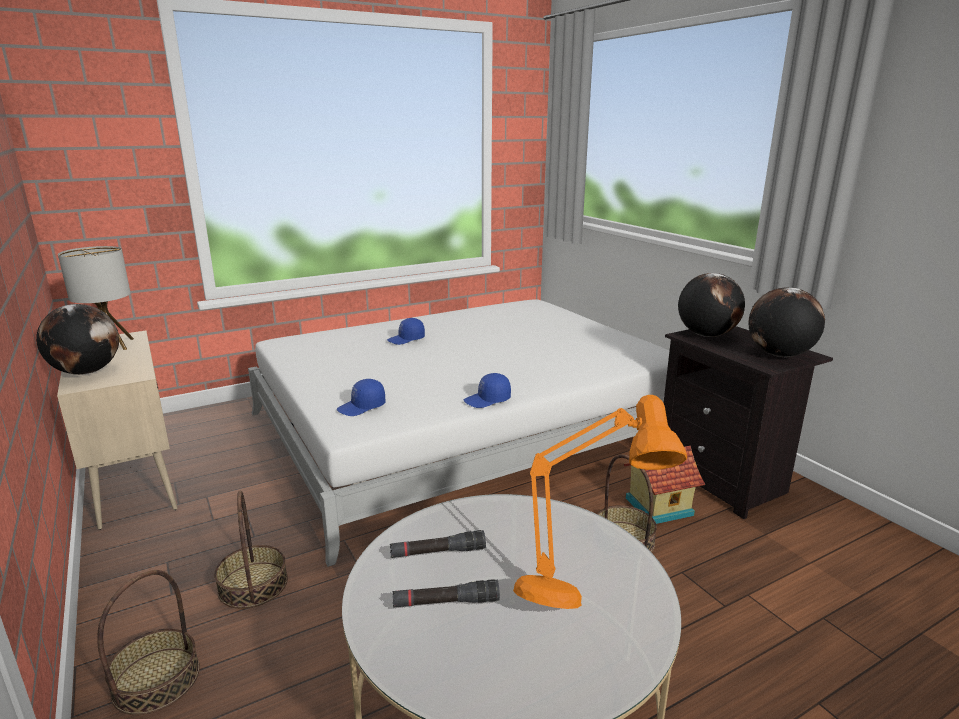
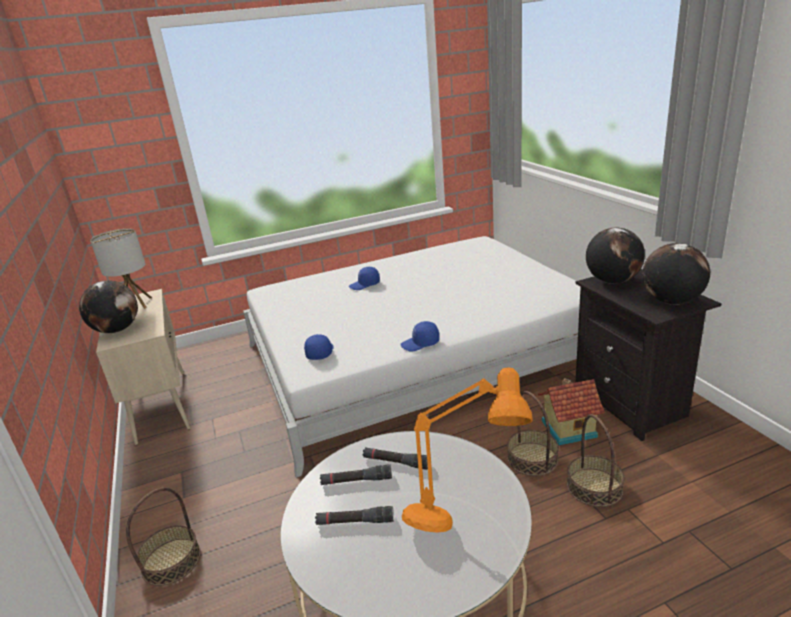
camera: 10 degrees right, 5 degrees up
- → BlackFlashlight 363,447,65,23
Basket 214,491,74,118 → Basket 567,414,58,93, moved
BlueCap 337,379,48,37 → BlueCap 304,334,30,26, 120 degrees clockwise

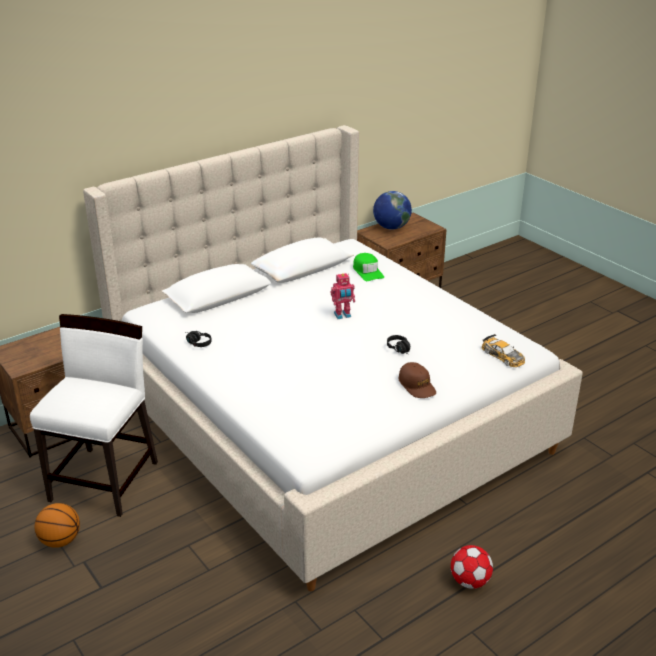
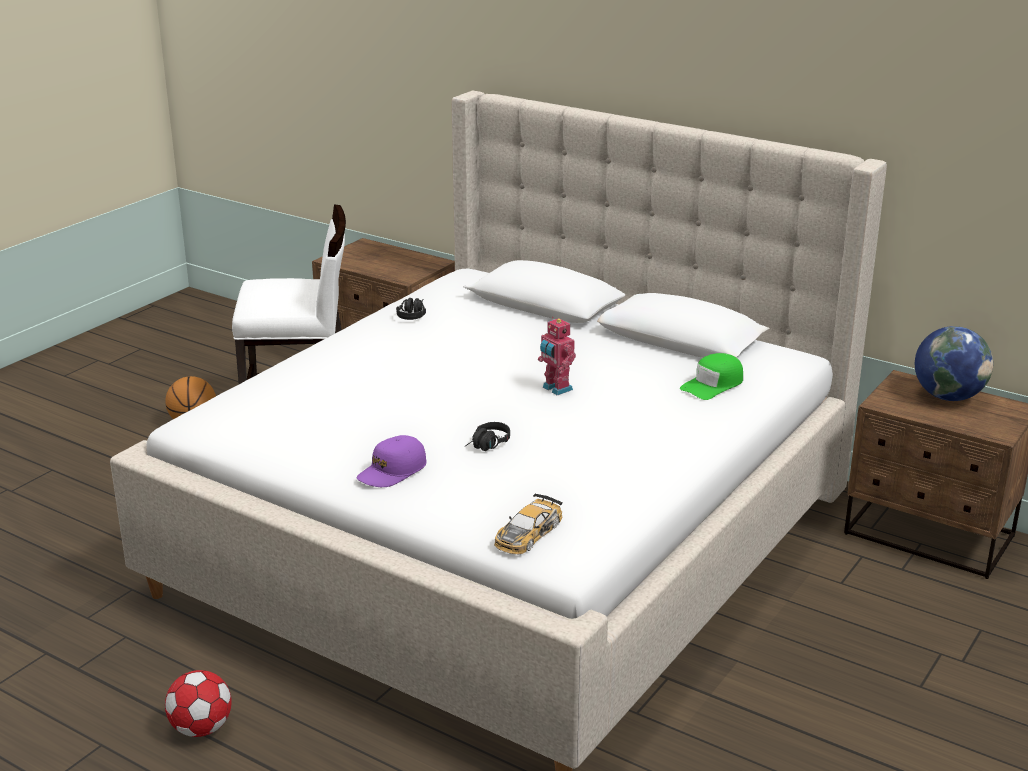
camera: 70 degrees right, 5 degrees down
BrownCap 398,362,38,36 → PurpleCap 356,435,71,52

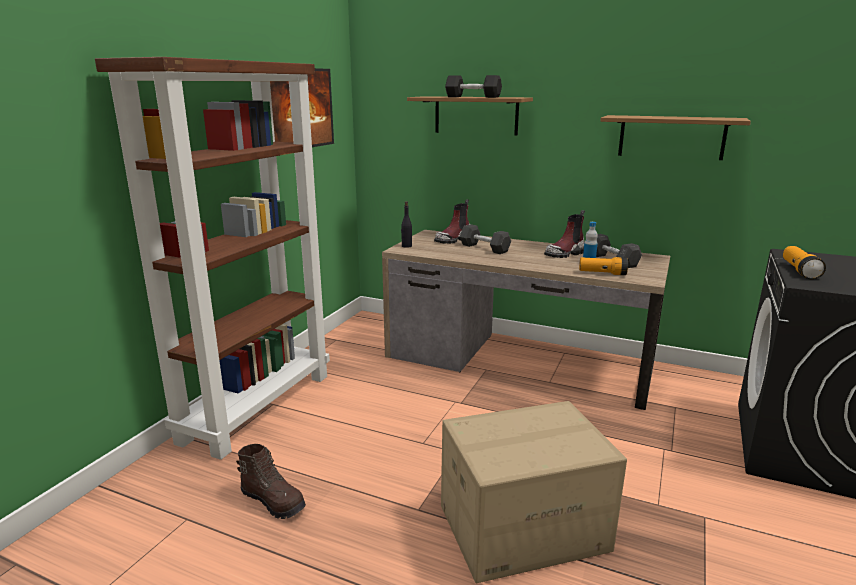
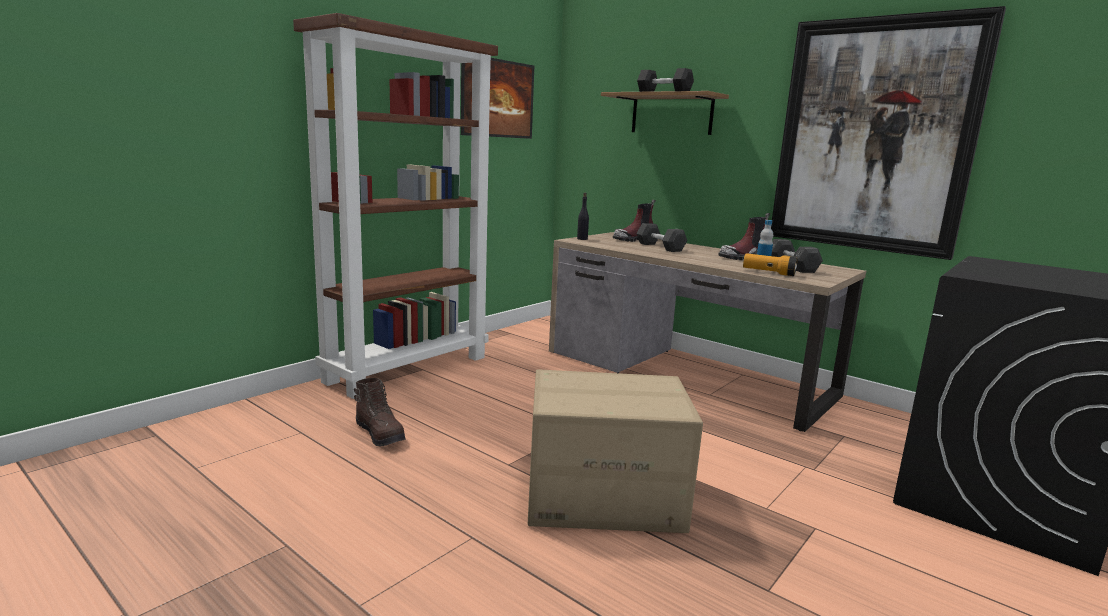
camera: 15 degrees right, 5 degrees down
Flashlight 783,246,43,33 → -
Shelf 600,115,151,45 → Picture 771,6,235,254

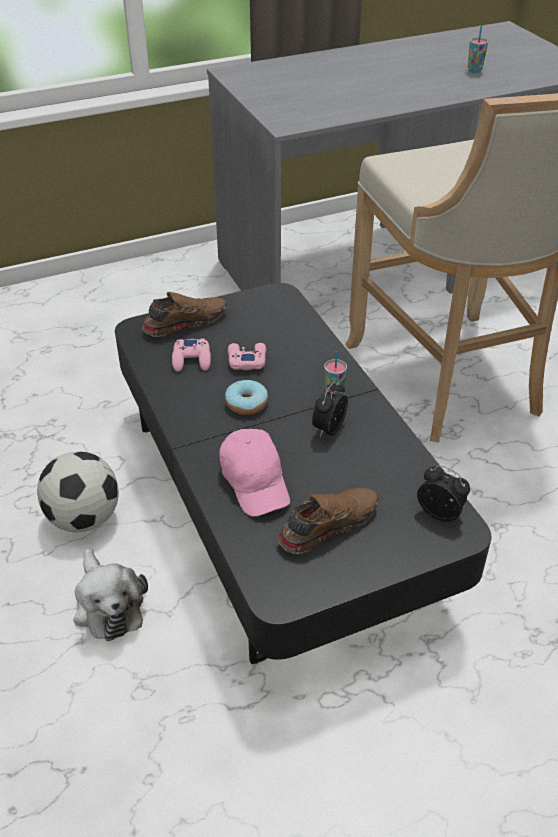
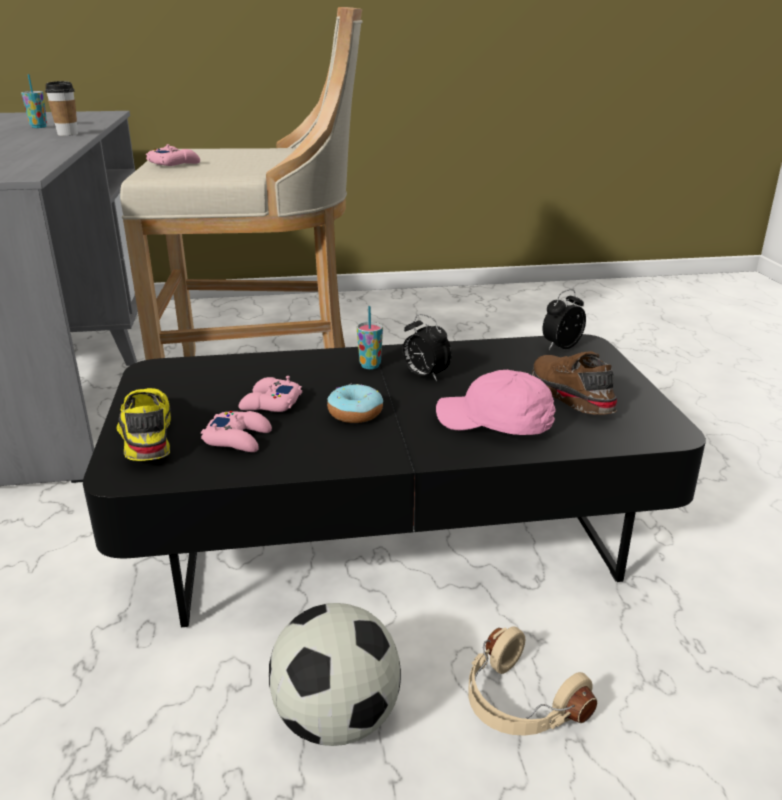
camera: 75 degrees left, 15 degrees down
- → Cup 45,81,33,55
- → PinkGameController 146,144,54,22
PlushToy 74,548,74,93 → BeigeHeadphones 468,626,129,110
BrownShoe 142,292,85,45 → YellowShoe 116,388,55,73
PinkCap 219,429,71,87 → PinkCap 436,370,120,65, 150 degrees counterclockwise

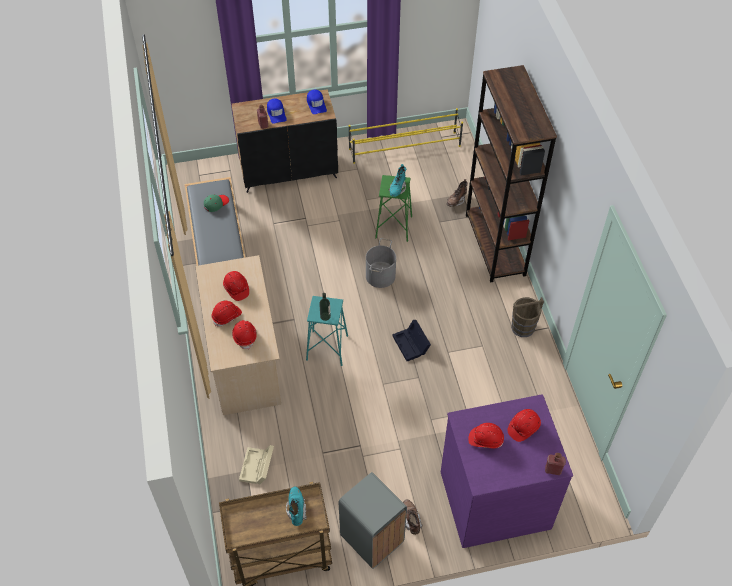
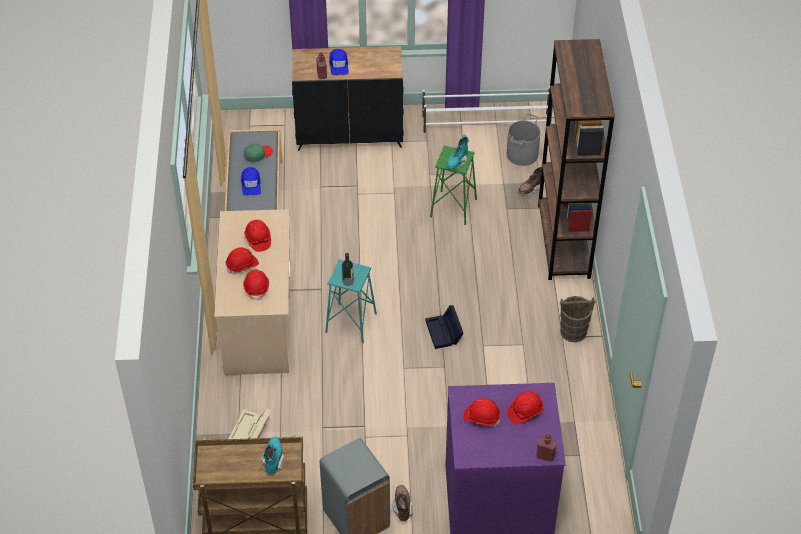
camera: 10 degrees right, 5 degrees down
BlueCap 307,90,20,24 → BlueCap 241,167,20,29, moved
GreyBucket 366,238,30,50 → GreyBucket 507,113,33,53, moved
YellowShoeRack 349,108,114,56 → WhiteShoeRack 422,86,131,49

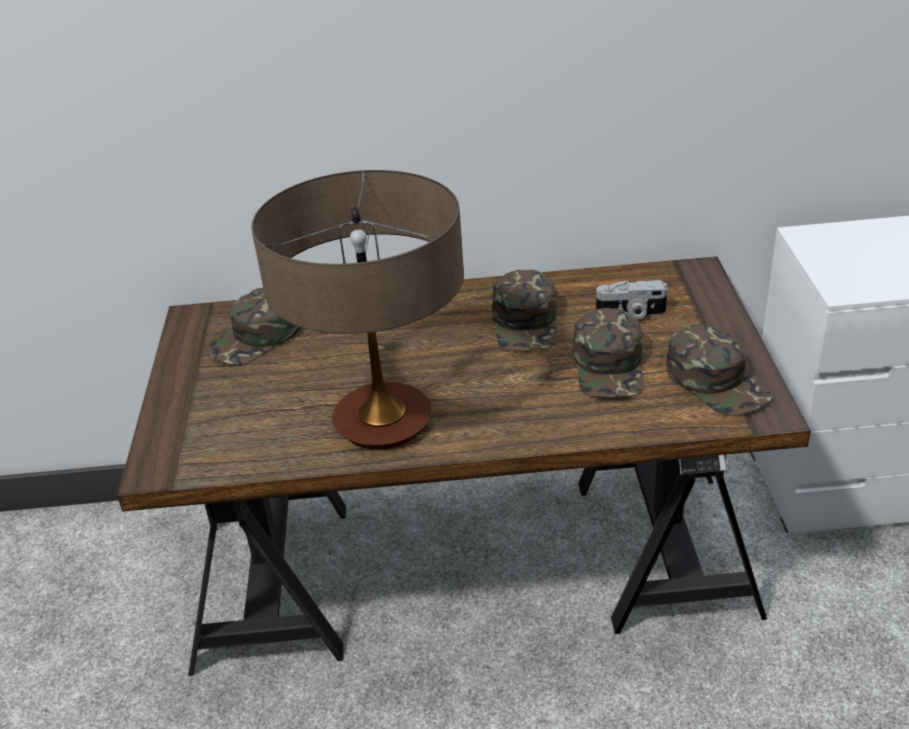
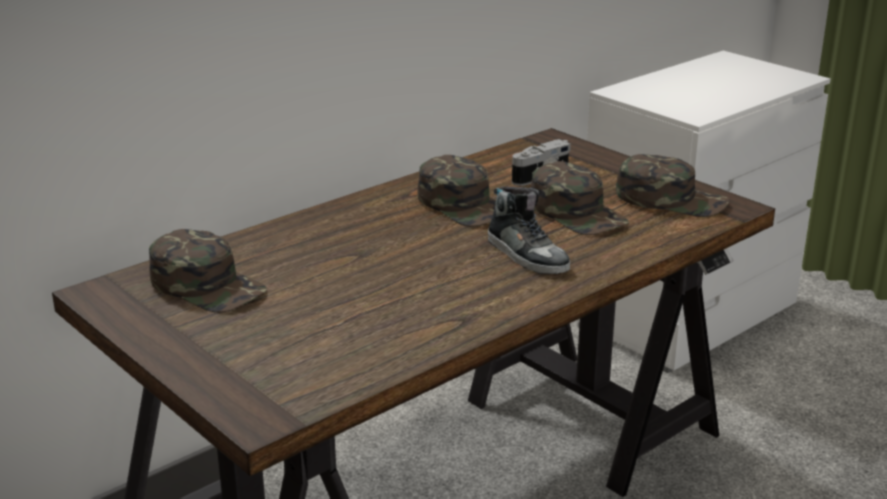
camera: 40 degrees left, 10 degrees down
TableLamp 252,170,212,279 → -
- → Shoe 488,187,82,87
GreenCap 206,288,96,77 → GreenCap 149,229,118,83, 60 degrees counterclockwise

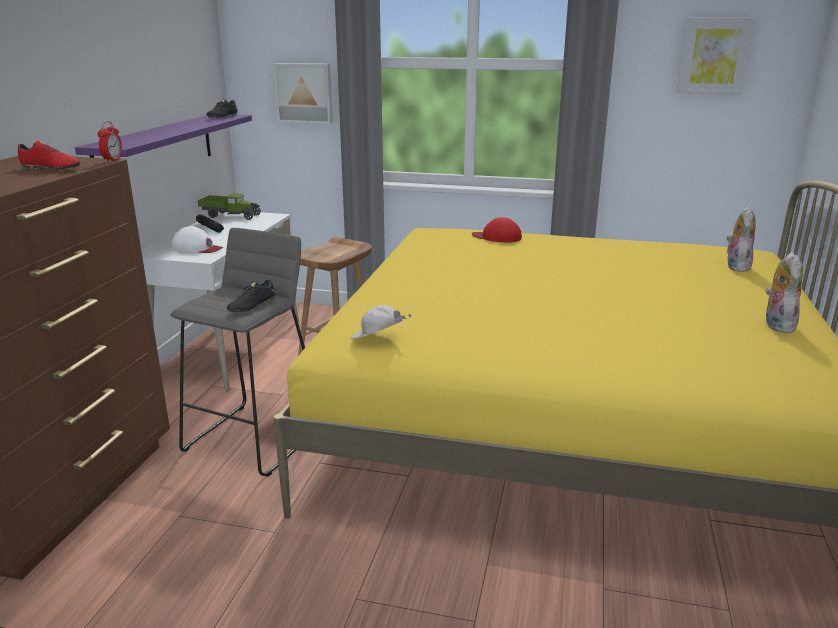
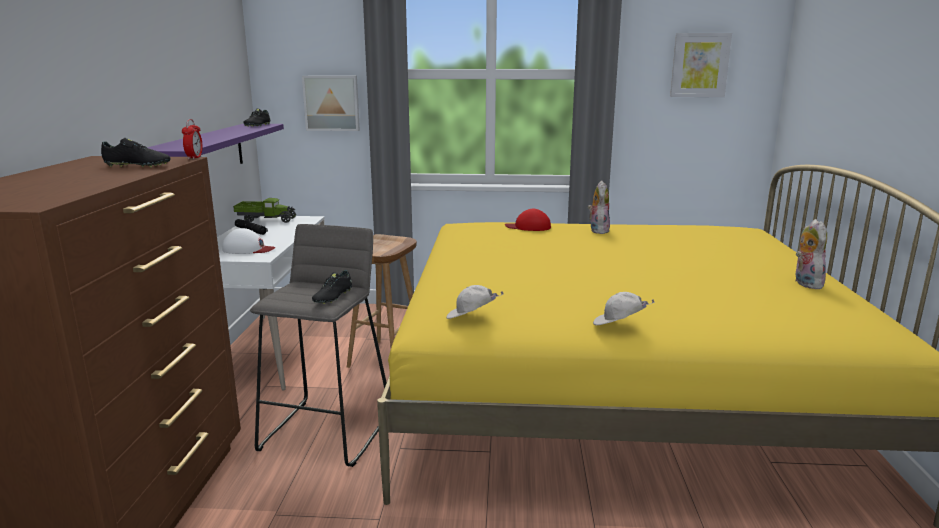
camera: 10 degrees left, 5 degrees down
- → WhiteCap 593,292,62,33
PlushToy 726,207,30,65 → PlushToy 588,181,22,53, moved
RedShoe 18,141,62,30 → BlackShoe 101,138,70,29

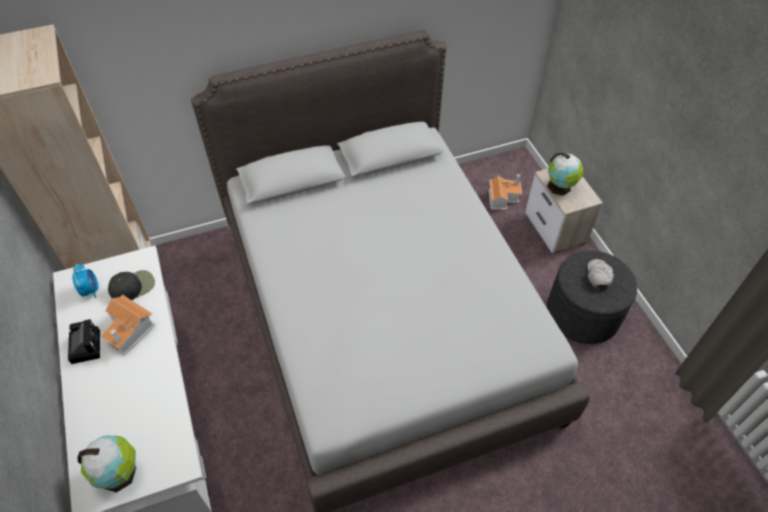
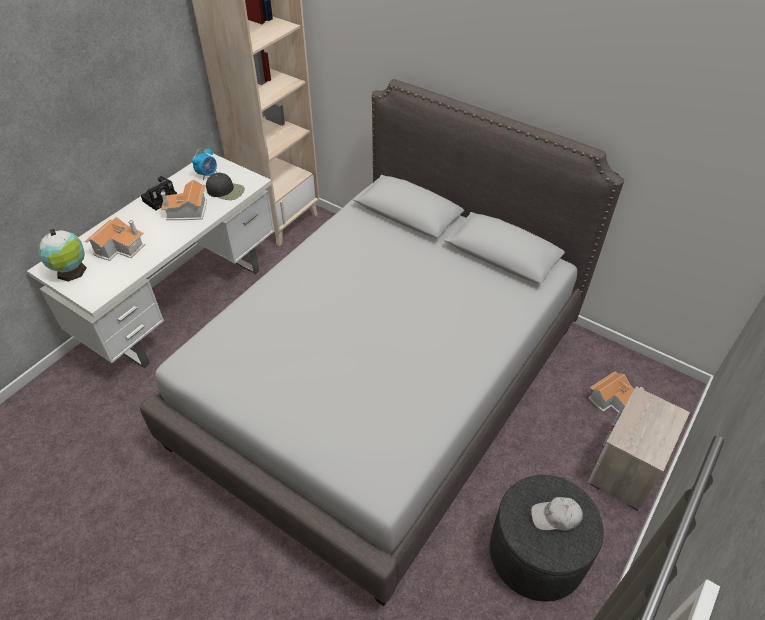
camera: 55 degrees right, 5 degrees down
Globe 547,153,36,42 → -
- → ToyHouse 85,217,60,44
WhiteCap 587,259,27,30 → WhiteCap 531,497,52,34, 150 degrees counterclockwise

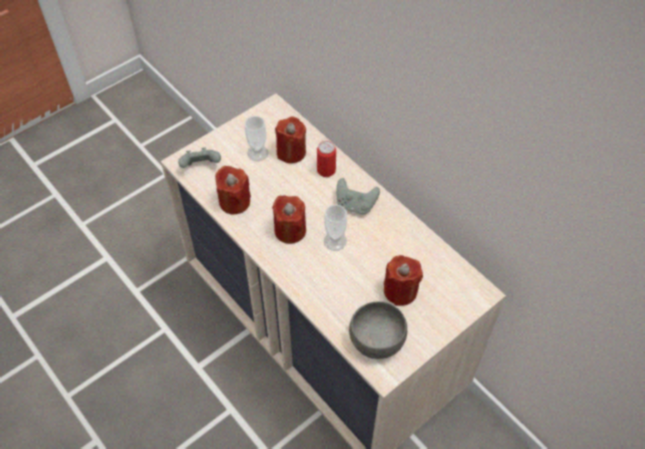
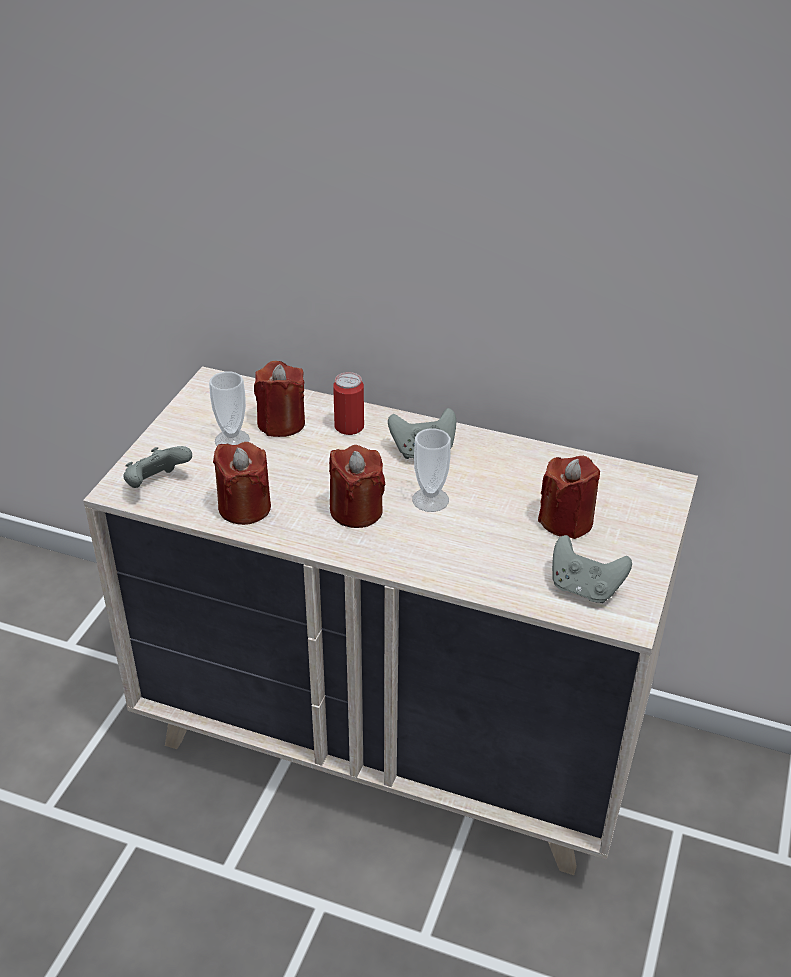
camera: 30 degrees left, 15 degrees down
GreyBowl 349,301,58,58 → GreyGameController 552,535,80,68

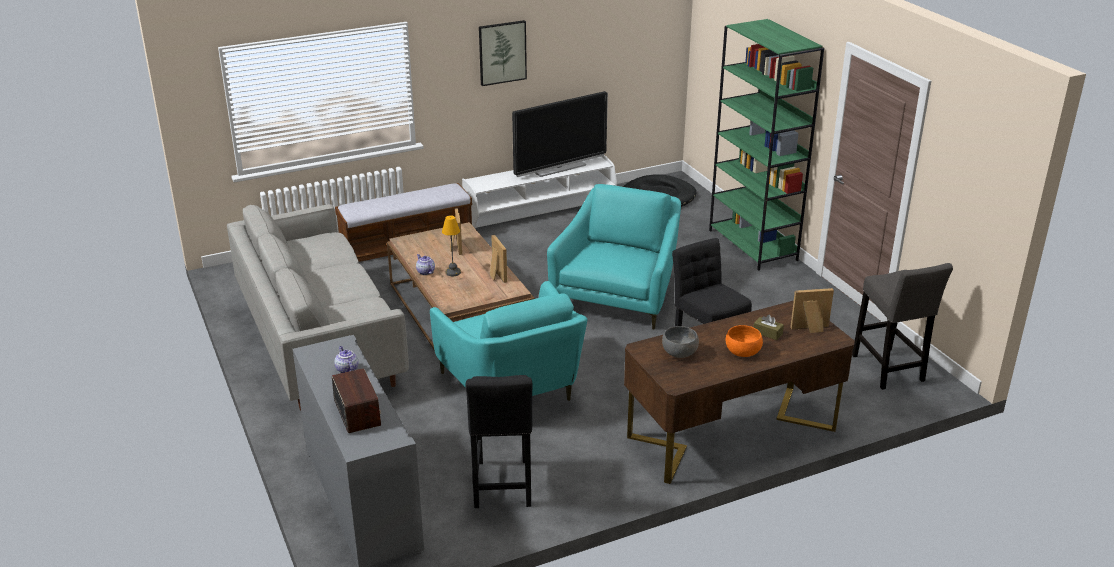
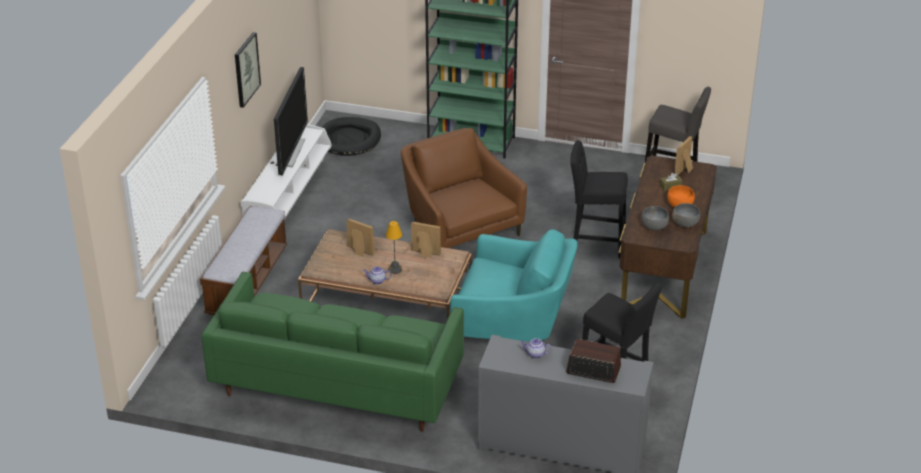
camera: 50 degrees left, 5 degrees up
- → GreyBowl 672,203,28,25
GreySofa 227,204,182,206 → GreenSofa 201,272,263,160
TurquoiseArmchair 547,184,134,146 → BrownArmchair 401,128,126,120

